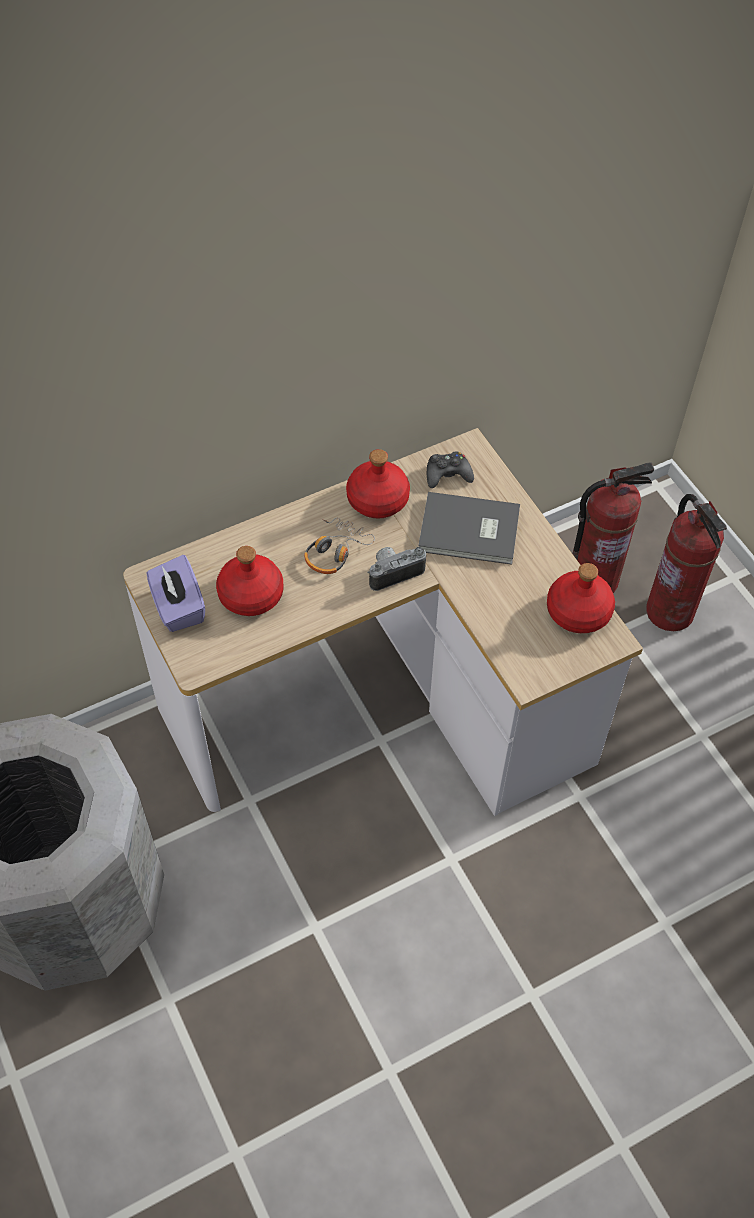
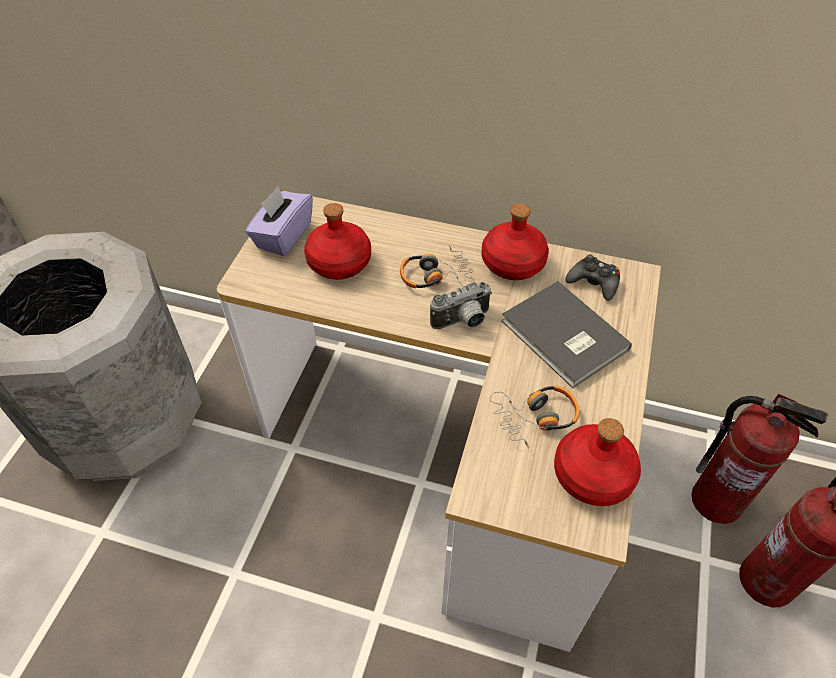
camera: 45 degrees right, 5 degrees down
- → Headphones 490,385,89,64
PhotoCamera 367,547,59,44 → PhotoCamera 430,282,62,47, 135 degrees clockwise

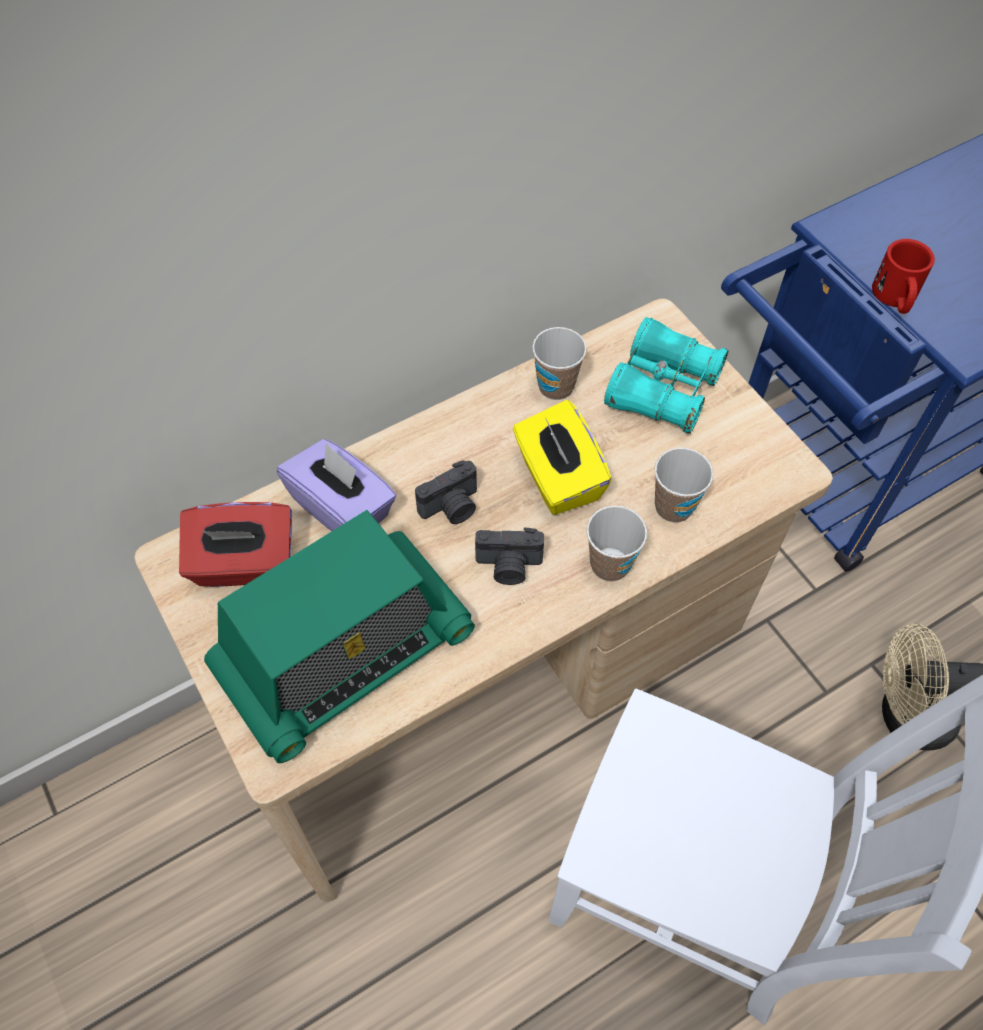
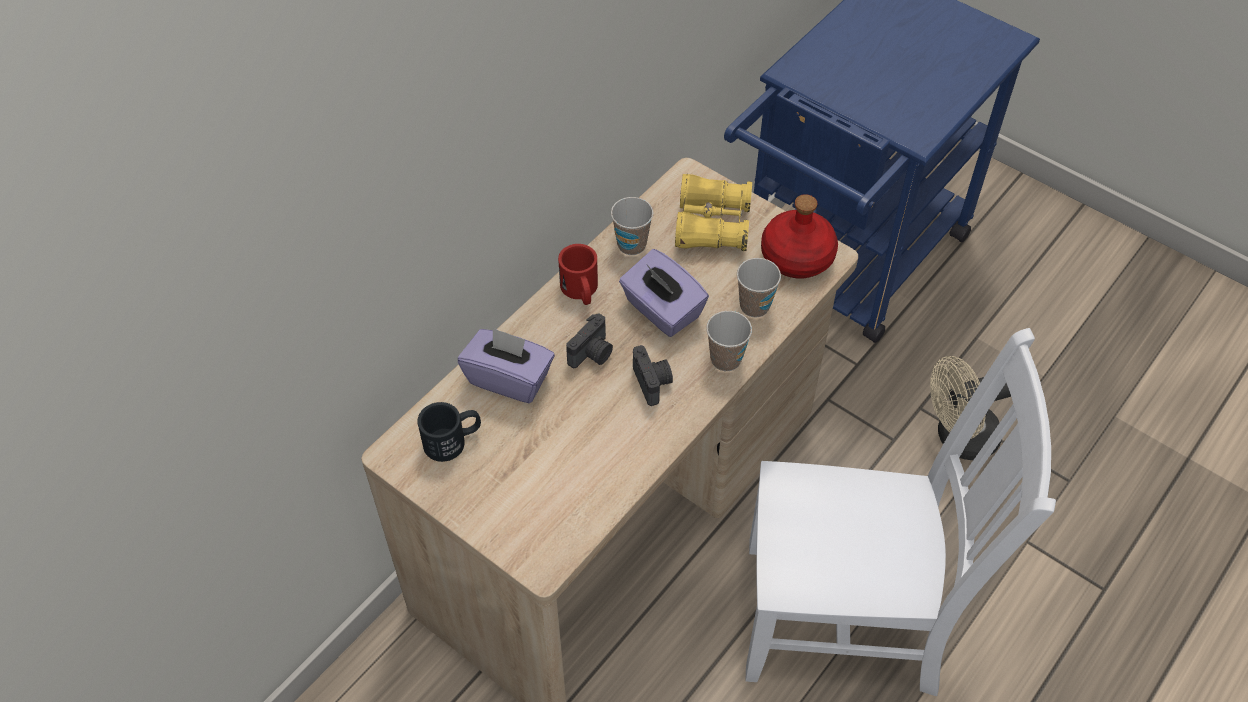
camera: 20 degrees left, 5 degrees down
Radio 204,510,271,253 → -
- → RedBottle 761,194,77,84
RedMug 872,239,63,75 → RedMug 558,244,40,61, moved
RedTissueBox 179,502,113,85 → BlackMug 417,402,64,60
YellowTissueBox 513,400,99,115 → PurpleTissueBox 619,249,90,88
TurquoiseBinoculars 604,317,124,117 → YellowBinoculars 675,174,77,77
PhotoCamera 475,527,69,58 → PhotoCamera 633,345,40,61, 90 degrees counterclockwise

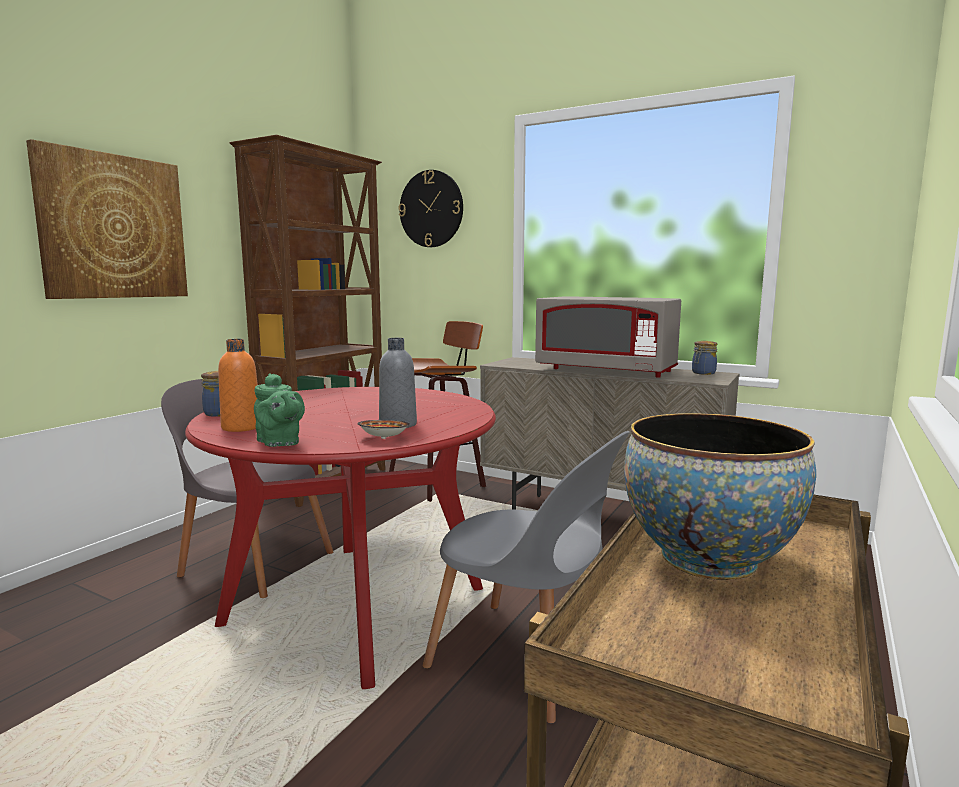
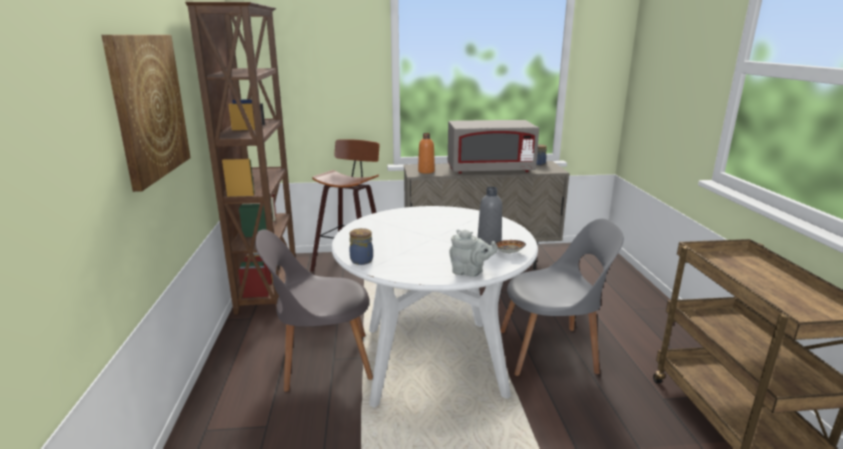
camera: 35 degrees left, 10 degrees up
WallClock 398,170,65,77 → -
Bowl 624,413,192,167 → -
OrangeBottle 218,339,40,93 → OrangeBottle 418,133,17,41, moved
RedDiningTable 185,387,311,302 → WhiteDiningTable 331,206,207,202
GreenTeapot 254,374,51,73 → GreyTeapot 449,229,49,48

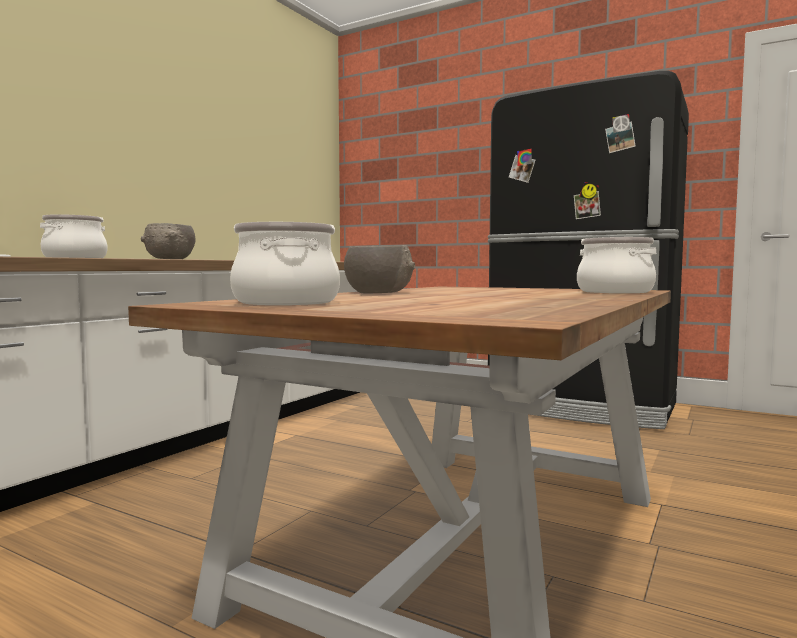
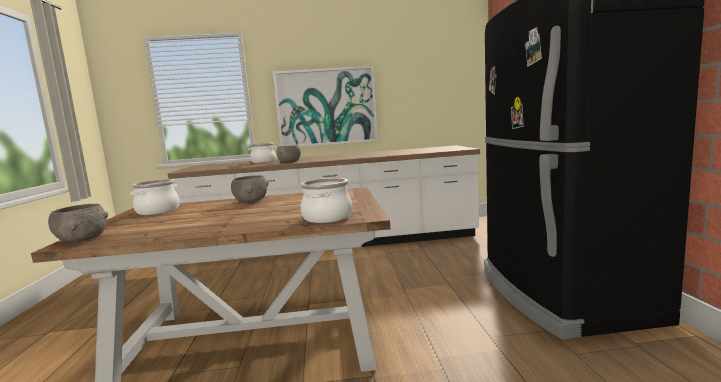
camera: 55 degrees right, 5 degrees up
- → GreyBowl 48,204,60,38
- → Picture 273,66,105,81

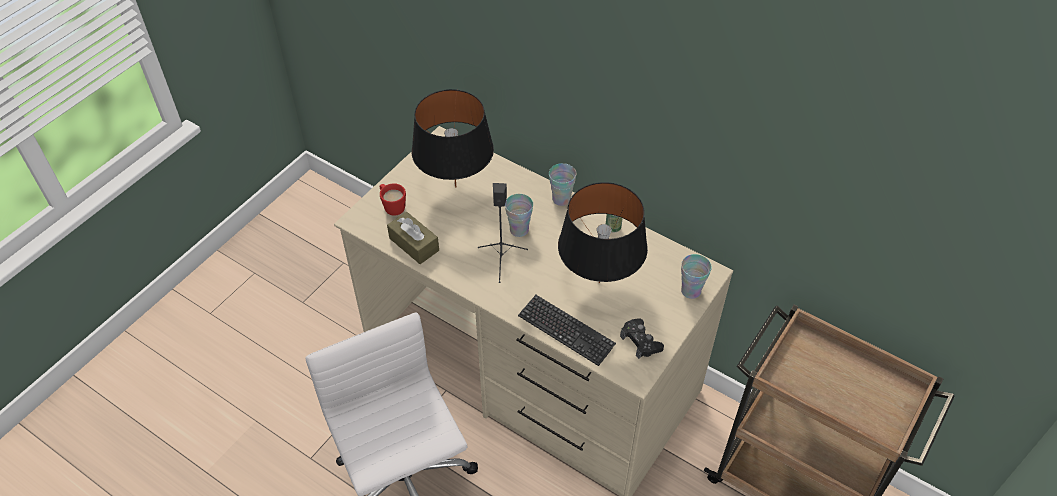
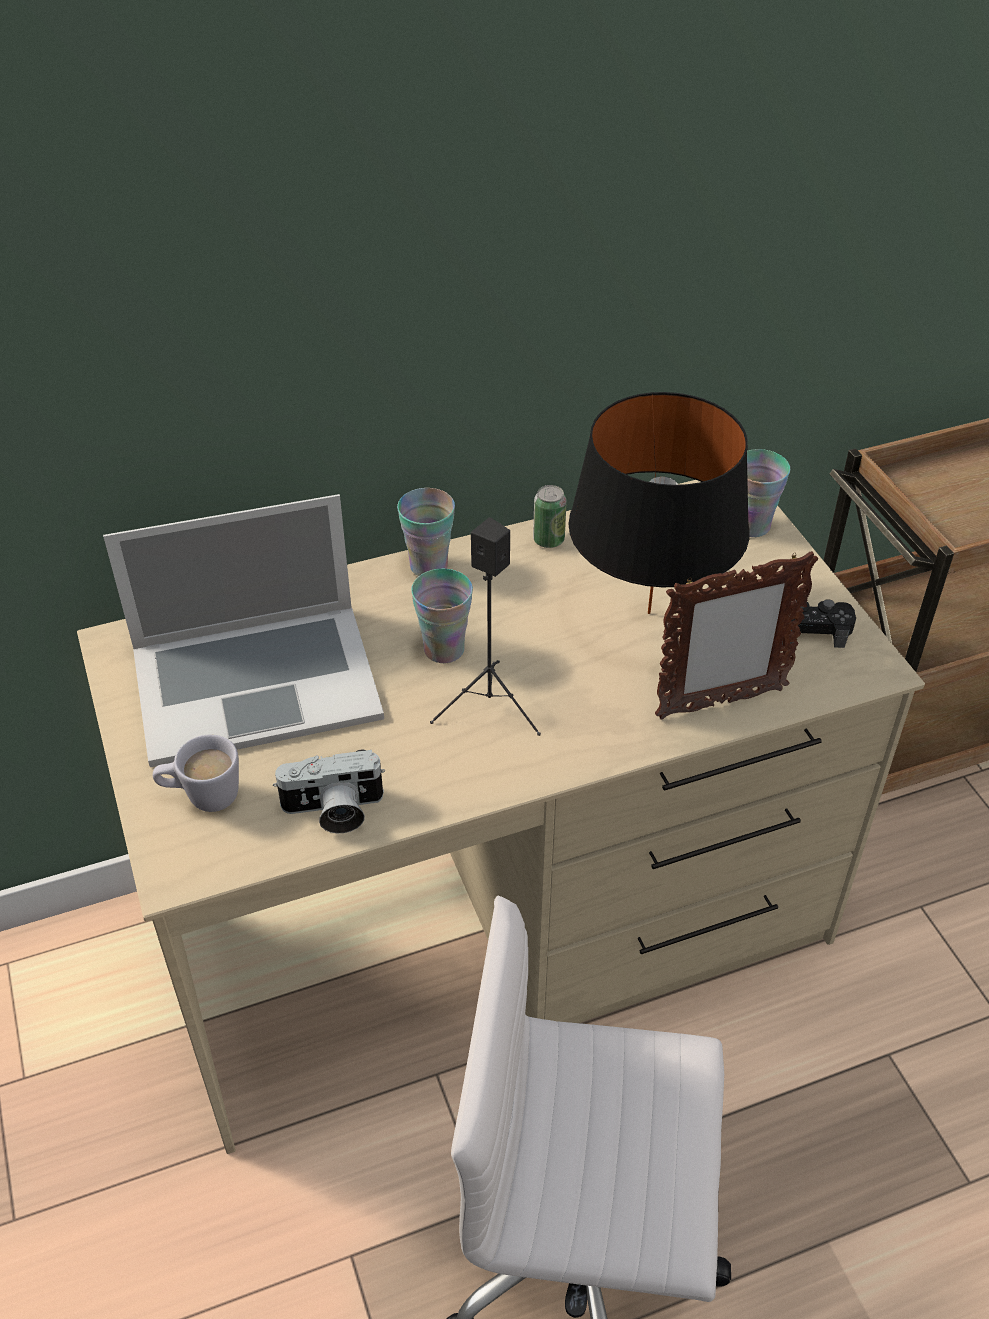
camera: 55 degrees left, 5 degrees down
BrownTissueBox 387,212,52,52 → PhotoCamera 273,750,112,83
BlackTableLamp 412,89,82,99 → Laptop 103,494,281,273
Keyboard 518,295,98,71 → PictureFrame 655,551,163,168
RedMug 380,183,26,33 → WhiteMug 153,735,86,77

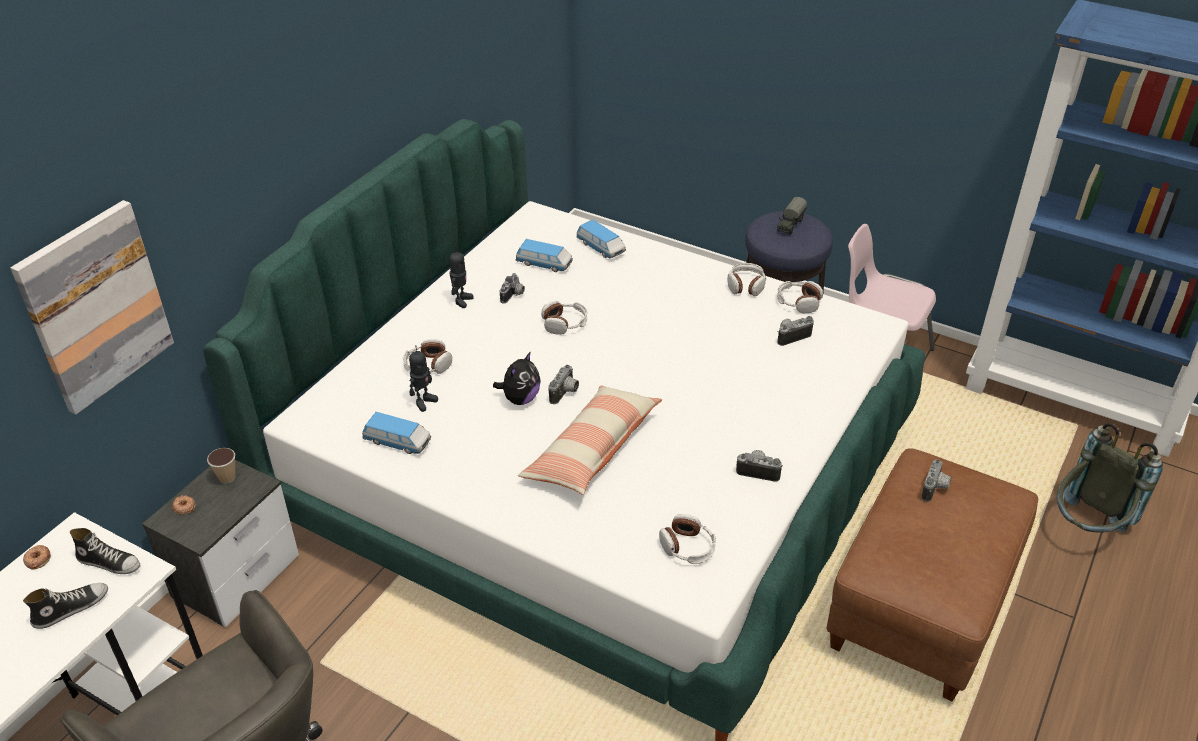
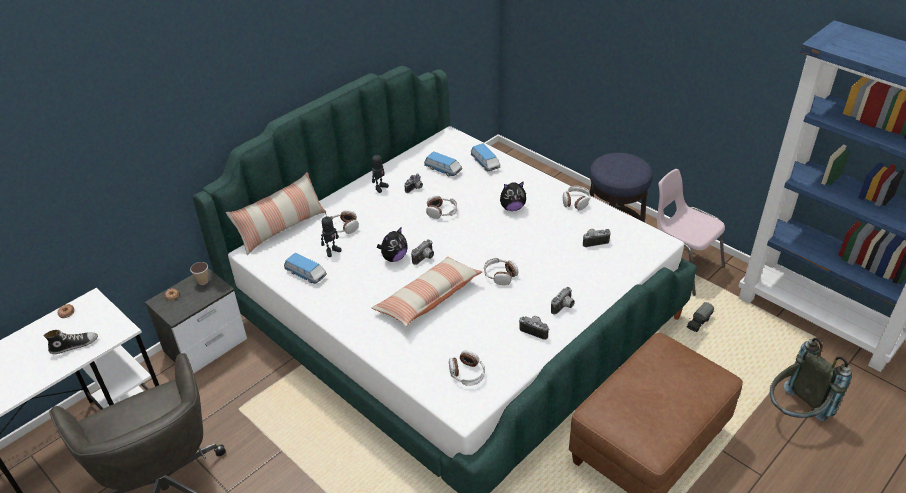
camera: 15 degrees right, 0 degrees up
Picture 10,200,164,215 → -
Shoe 70,528,71,46 → -
- → Pillow 226,172,100,83
- → PlushToy 500,181,26,30
ToyTruck 777,197,30,38 → ToyTruck 687,302,27,30, moved
Headphones 777,281,46,32 → Headphones 484,258,34,27, moved
PhotoCamera 921,459,30,43 → PhotoCamera 551,287,24,28, moved

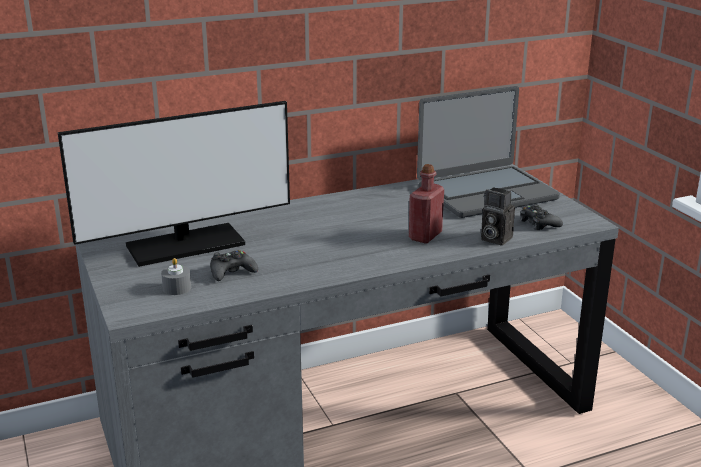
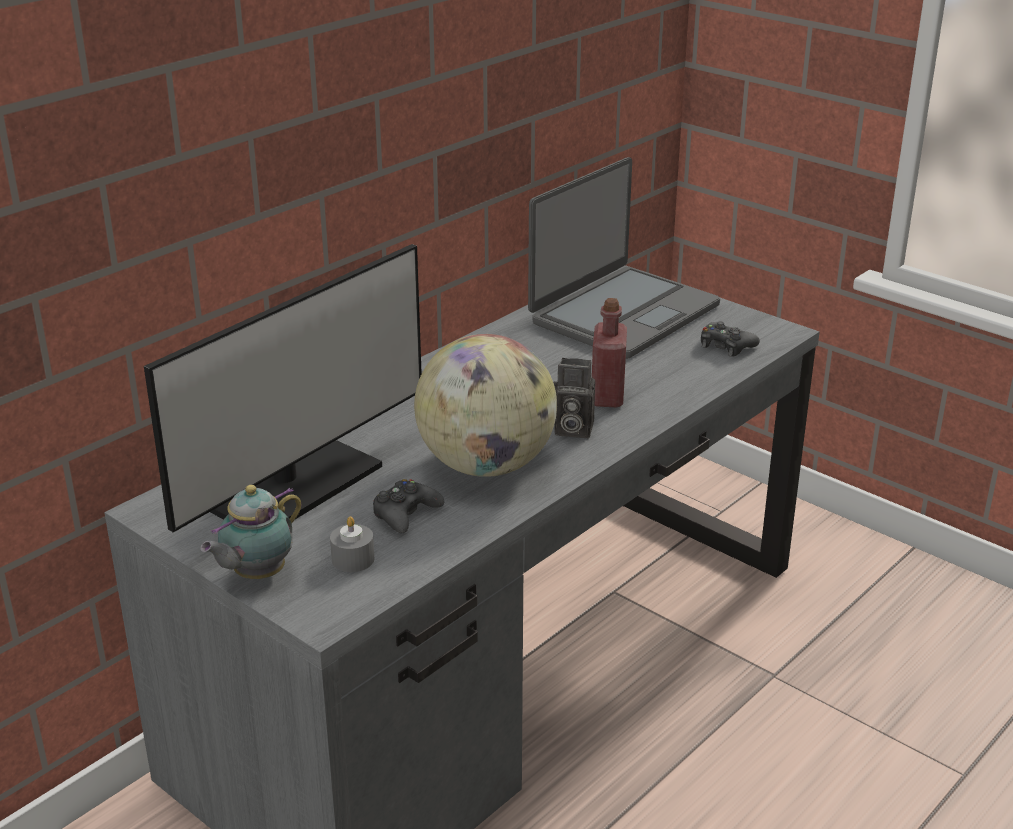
camera: 25 degrees left, 5 degrees up
- → Teapot 200,485,102,94
- → Globe 414,334,143,143
PhotoCamera 481,187,34,59 → PhotoCamera 553,358,42,80, moved

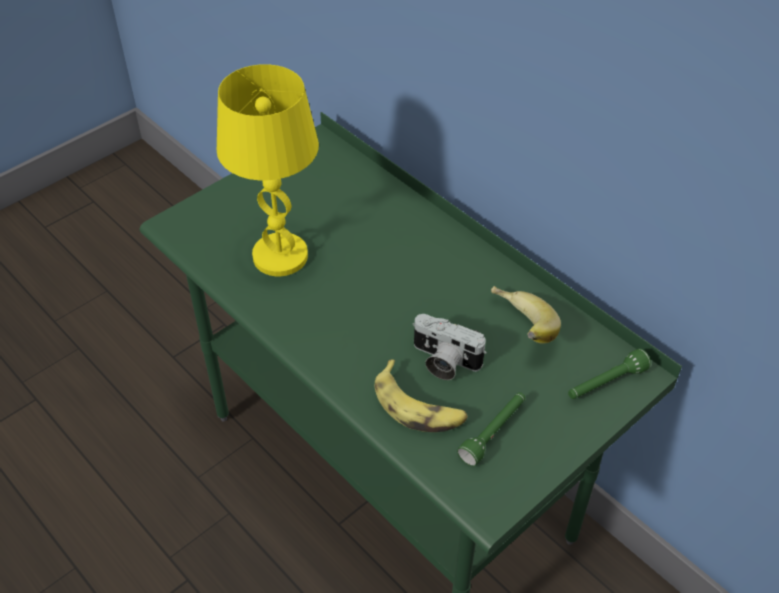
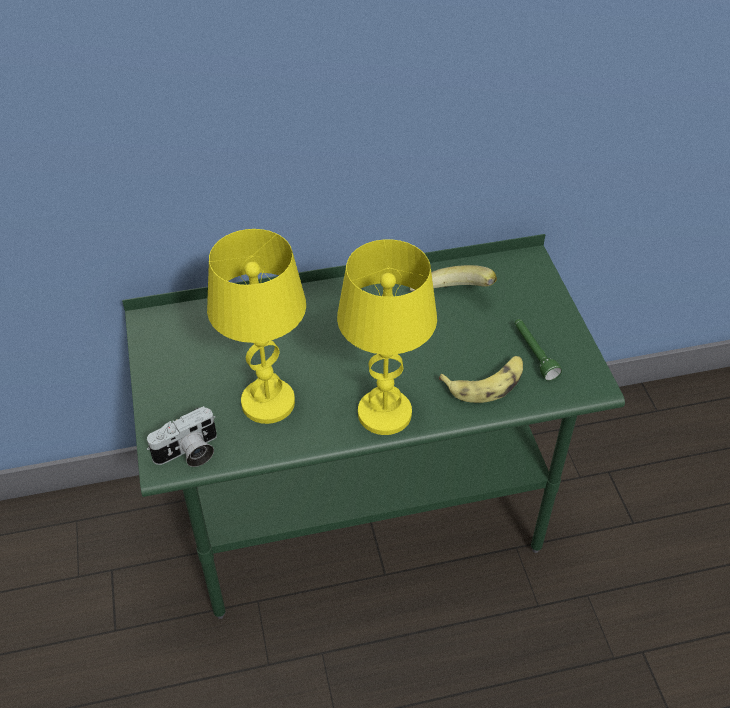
camera: 60 degrees left, 0 degrees up
GreenFlashlight 568,349,83,50 → -
- → YellowTableLamp 337,239,100,196
PhotoCamera 413,314,74,66 → PhotoCamera 147,406,70,61, moved

